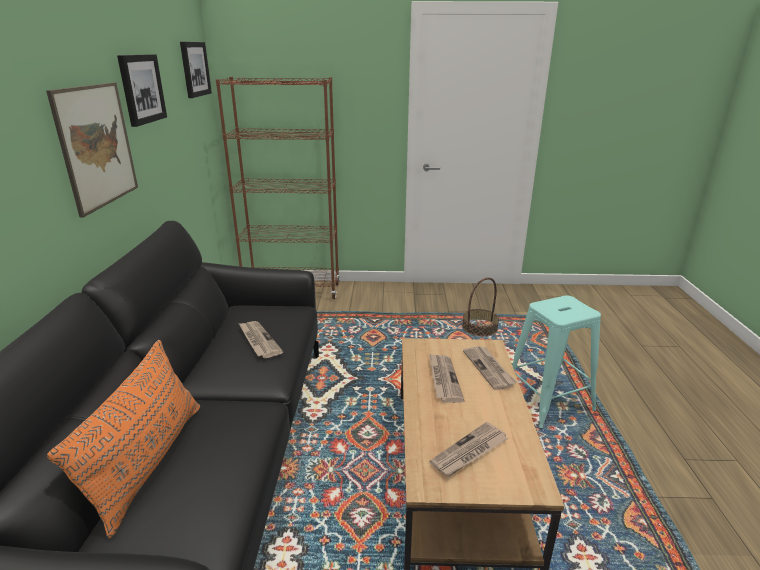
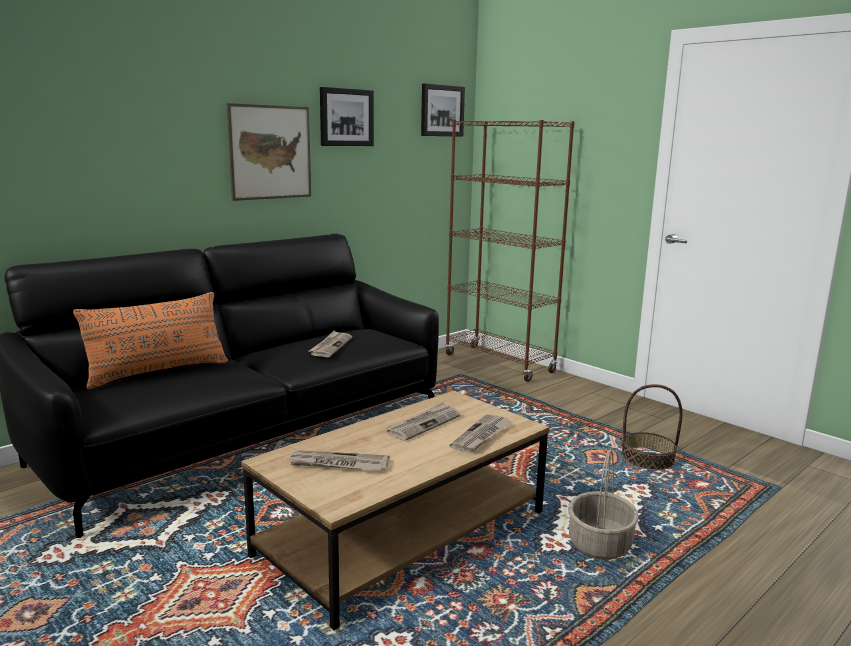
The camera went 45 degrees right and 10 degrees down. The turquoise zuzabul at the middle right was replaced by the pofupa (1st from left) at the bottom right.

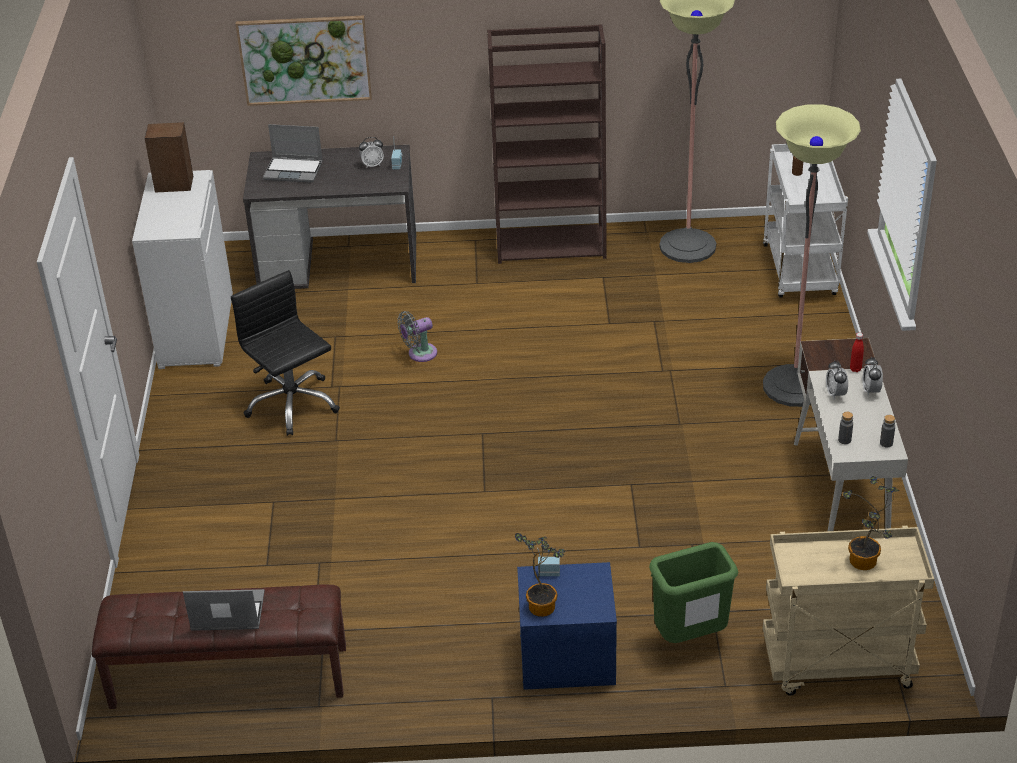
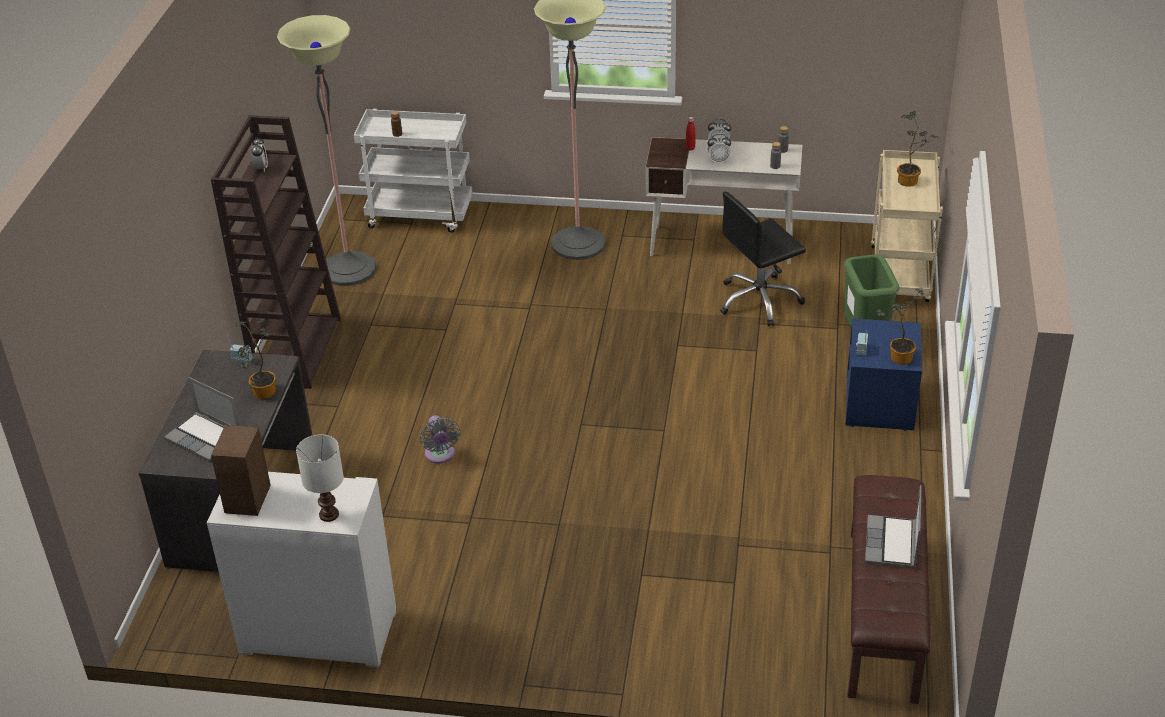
The camera went 80 degrees left and 0 degrees up. The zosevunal (2nd from left in the first image) at the top left turned 105 degrees clockwise. The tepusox (1st from left) at the middle left appeared. The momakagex (1st from left) moved from the top centre to the top left. The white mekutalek at the bottom left appeared. The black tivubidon moved from the middle left to the centre. The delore at the top left disappeared.

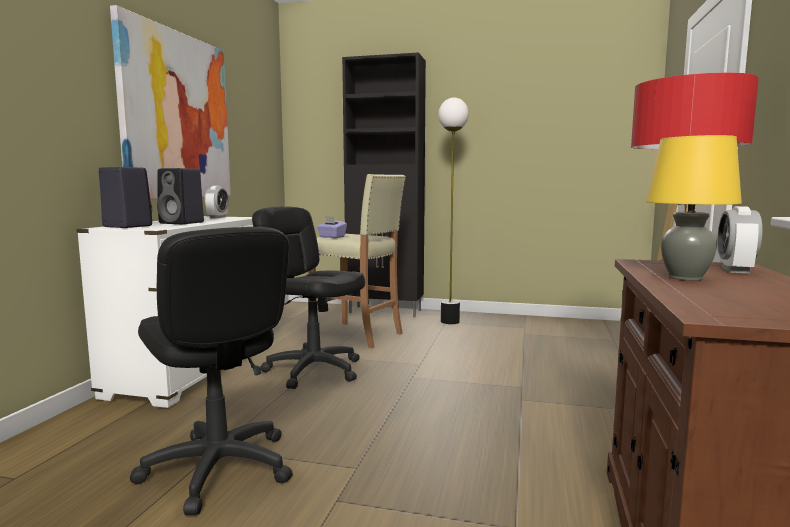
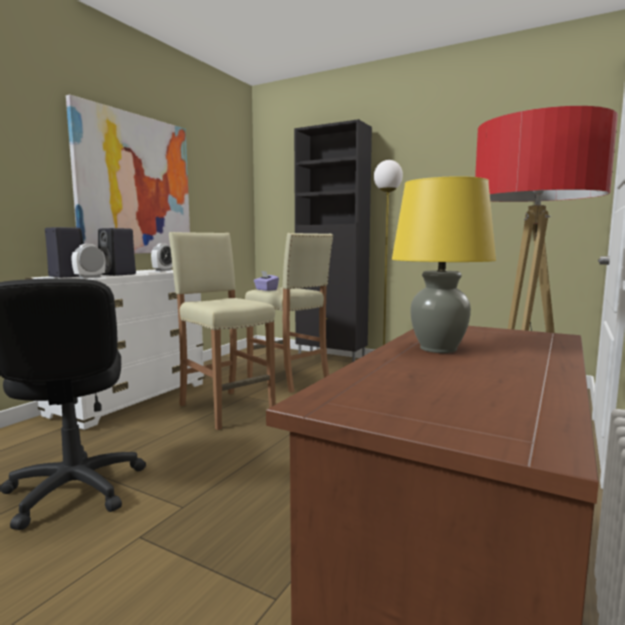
The camera went 15 degrees right and 0 degrees up. The momakagex (2nd from left in the first image) moved from the middle right to the middle left. The black tivubidon (2nd from left) at the centre was replaced by the beige zuzabul (1st from left) at the centre.

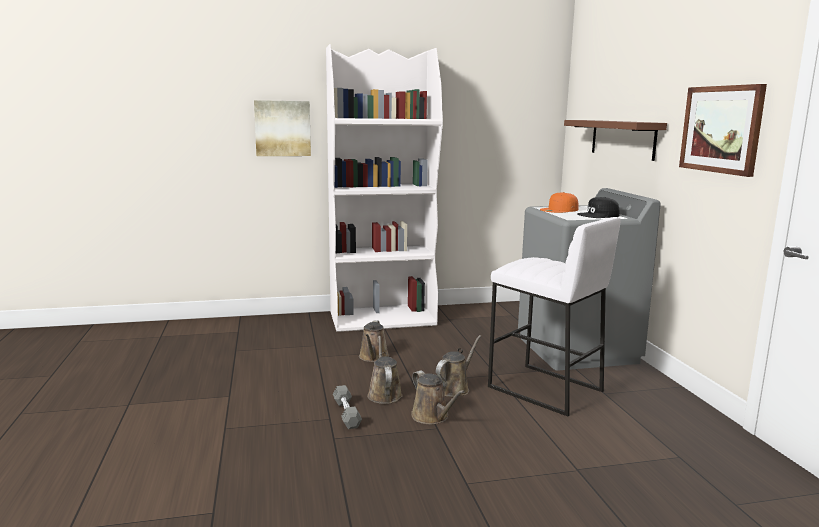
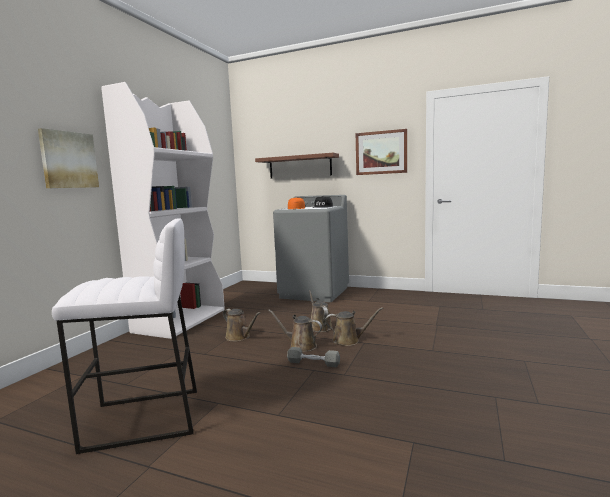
The camera went 55 degrees left and 5 degrees down. The white zuzabul moved from the middle right to the bottom left.

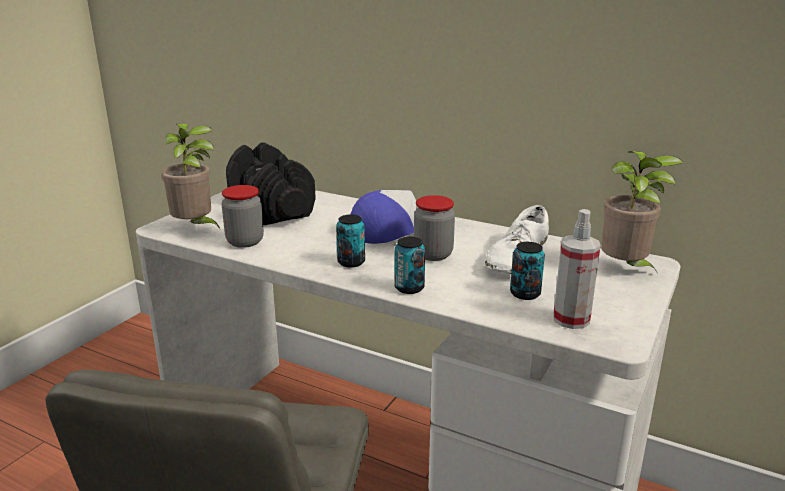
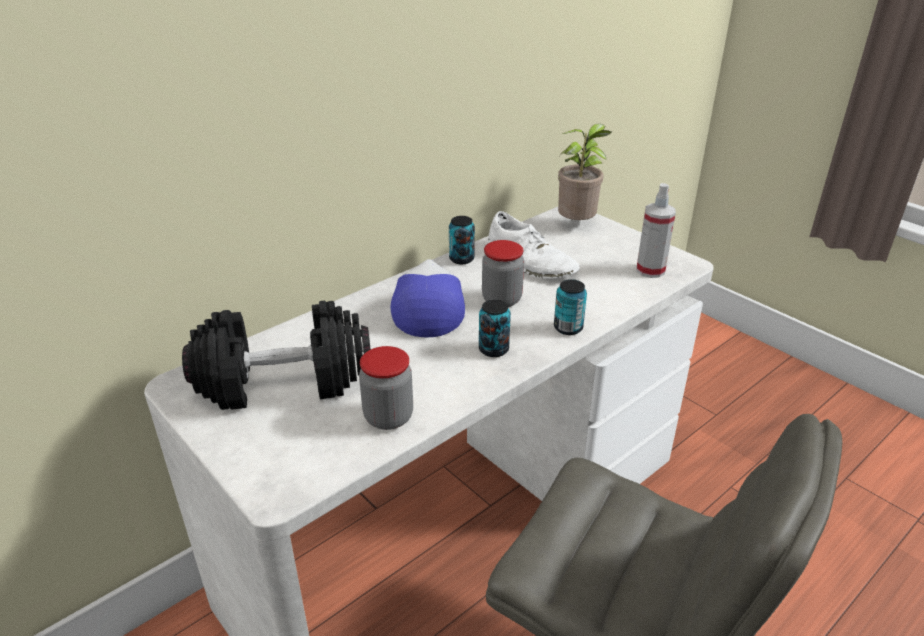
The camera went 70 degrees left and 10 degrees up. The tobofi (3rd from left in the first image) moved from the middle right to the centre. The tepusox (1st from left) at the middle left disappeared.

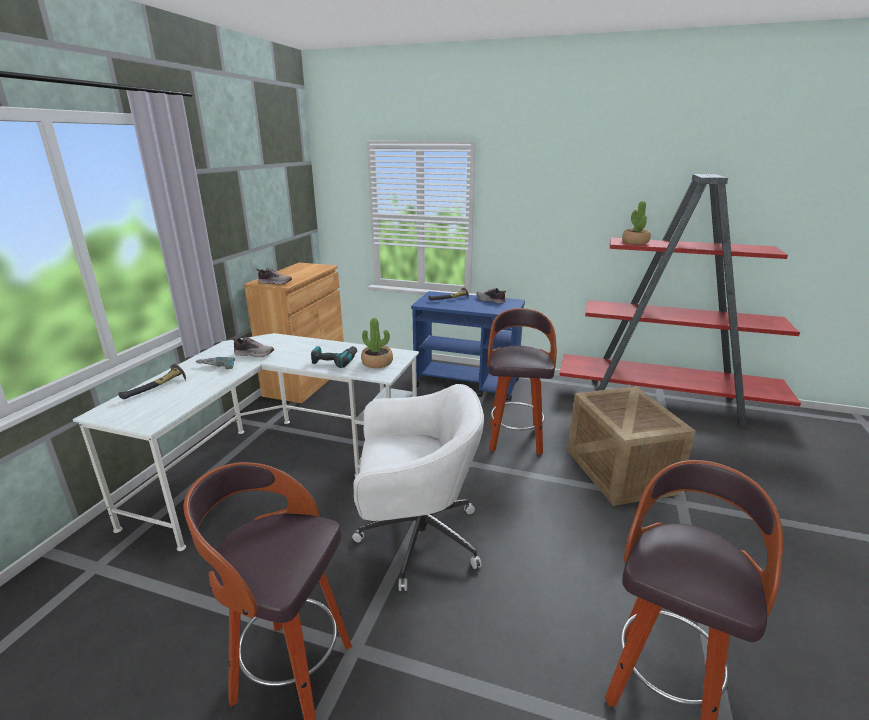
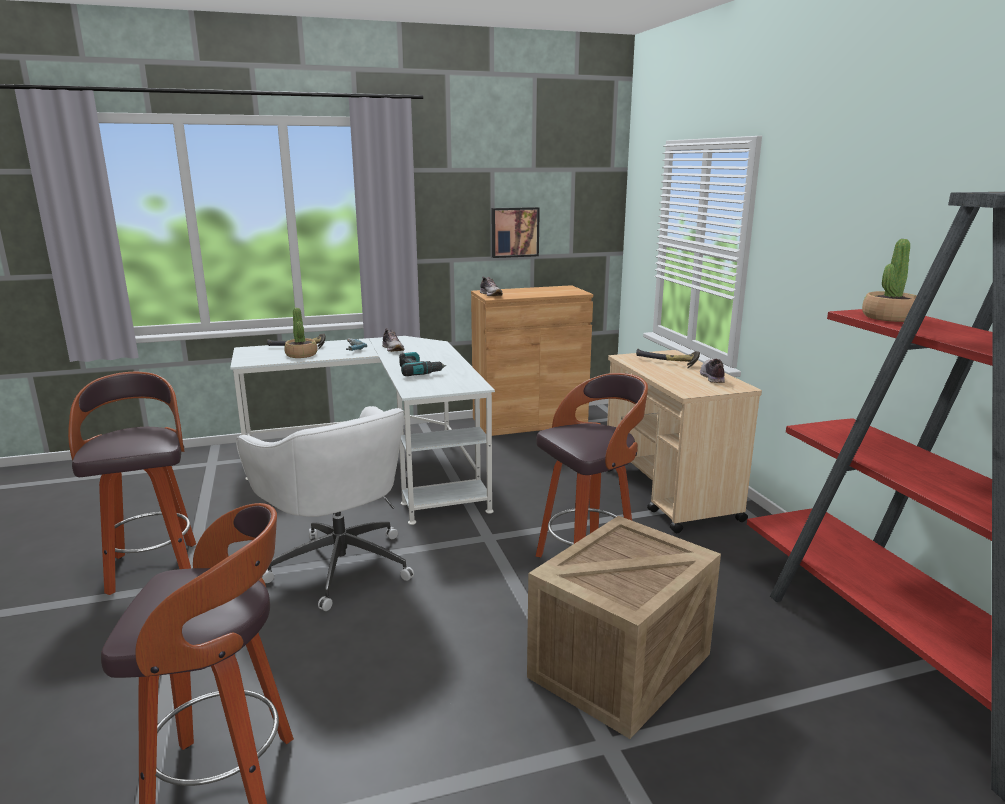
The camera went 55 degrees right and 5 degrees down. The tepusox (1st from left) moved from the centre to the middle left. The delore at the top centre appeared. The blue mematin at the centre became the beige mematin at the middle right.

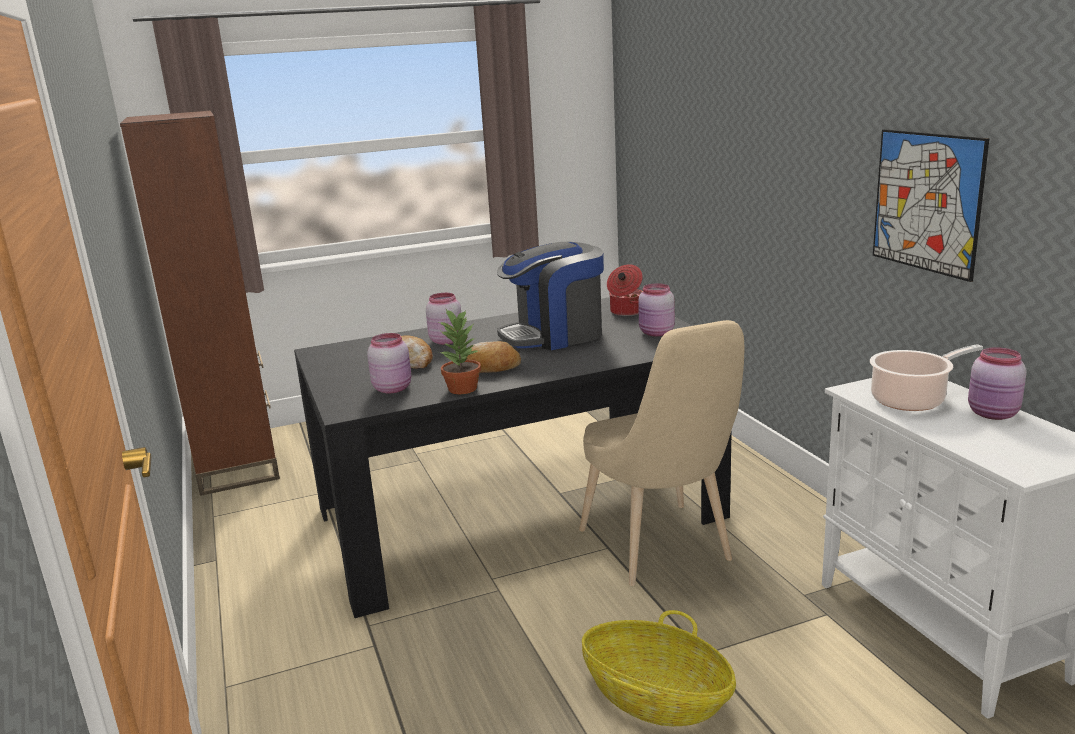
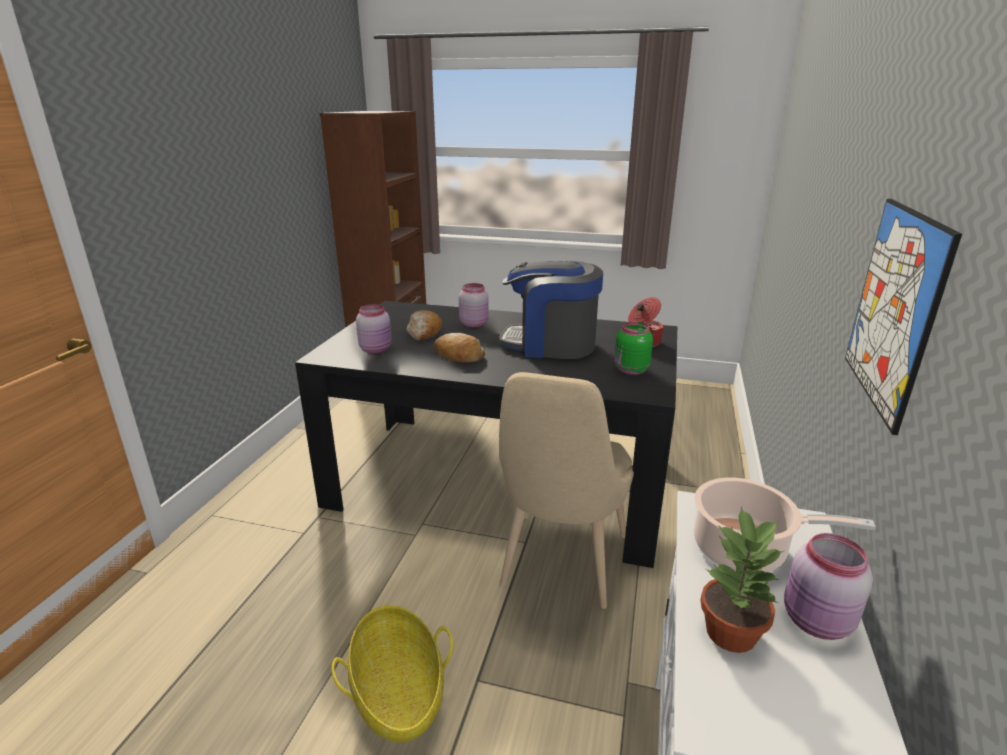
The camera went 35 degrees right and 5 degrees up. The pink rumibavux (3rd from left) at the centre became the green rumibavux at the centre. The tepusox moved from the centre to the bottom right.

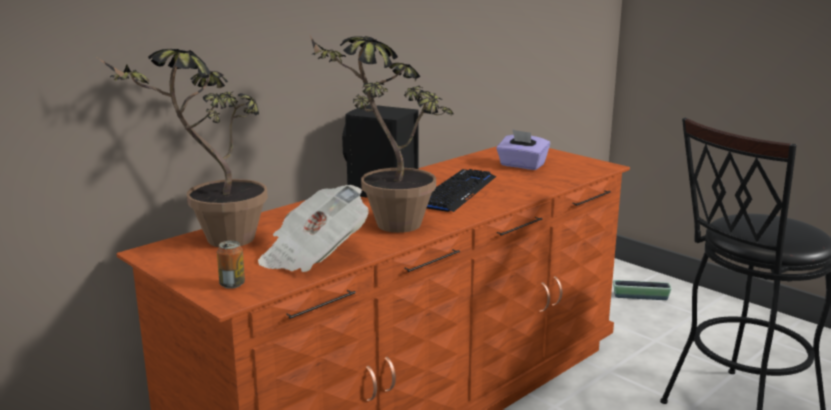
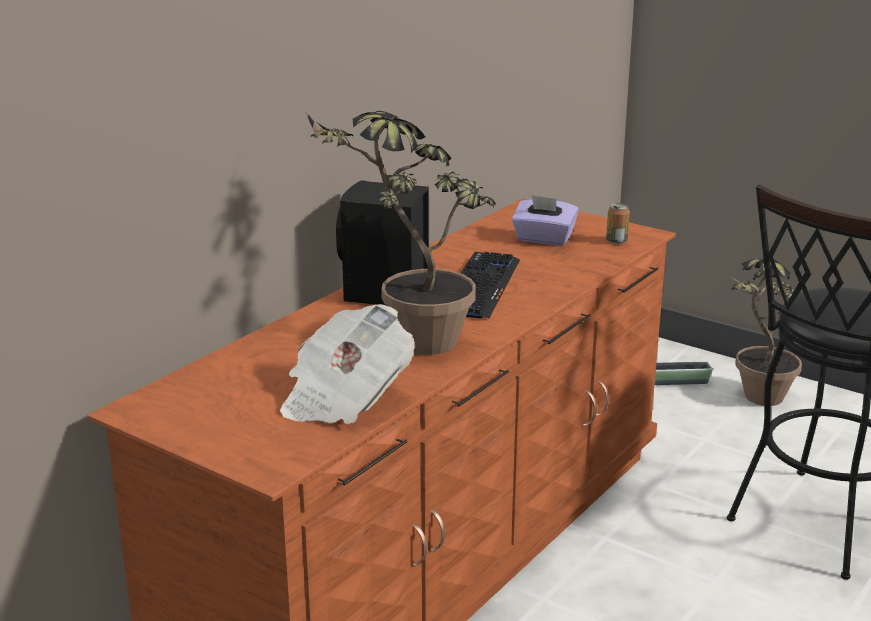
The camera went 10 degrees left and 5 degrees up. The tobofi moved from the middle left to the middle right. The tepusox (1st from left in the first image) moved from the middle left to the middle right.

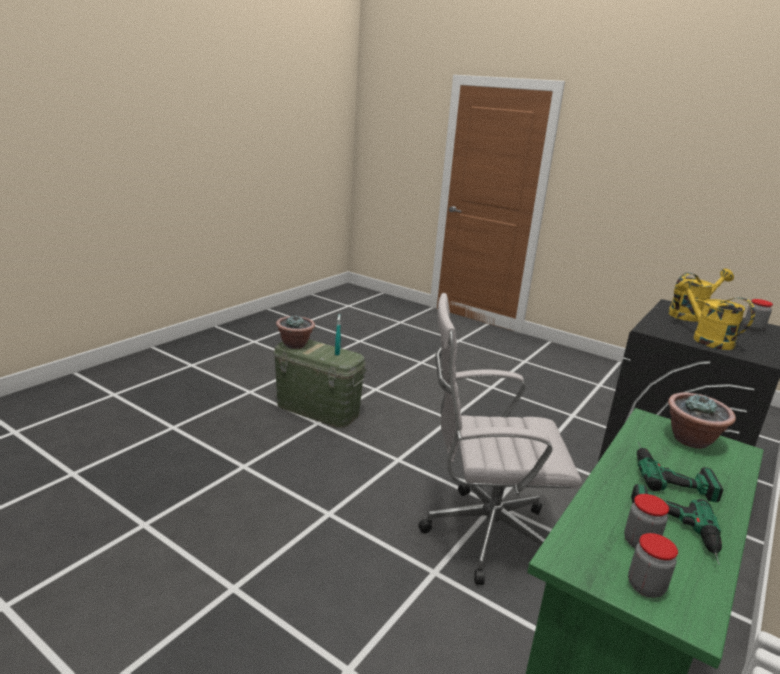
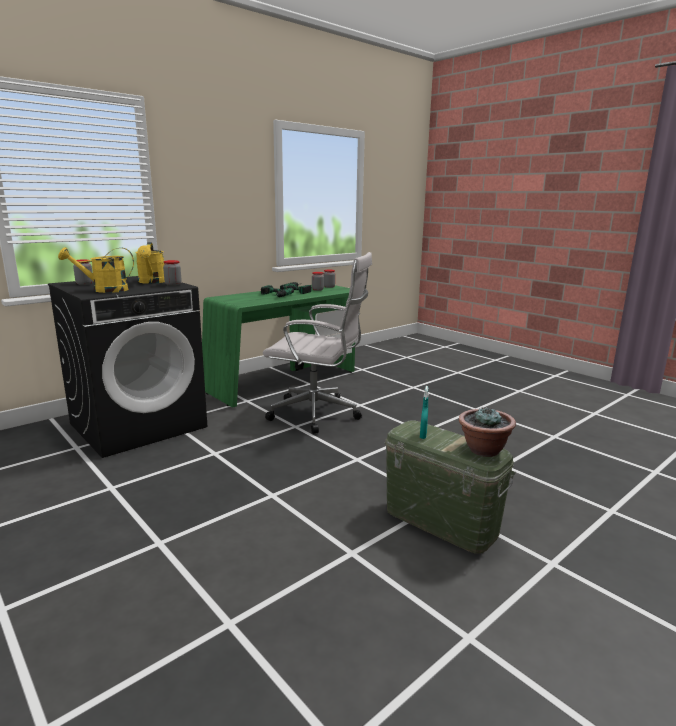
The camera went 165 degrees left and 5 degrees down. The rumibavux (2nd from left) at the middle left appeared. The tepusox (2nd from left) at the middle right disappeared.

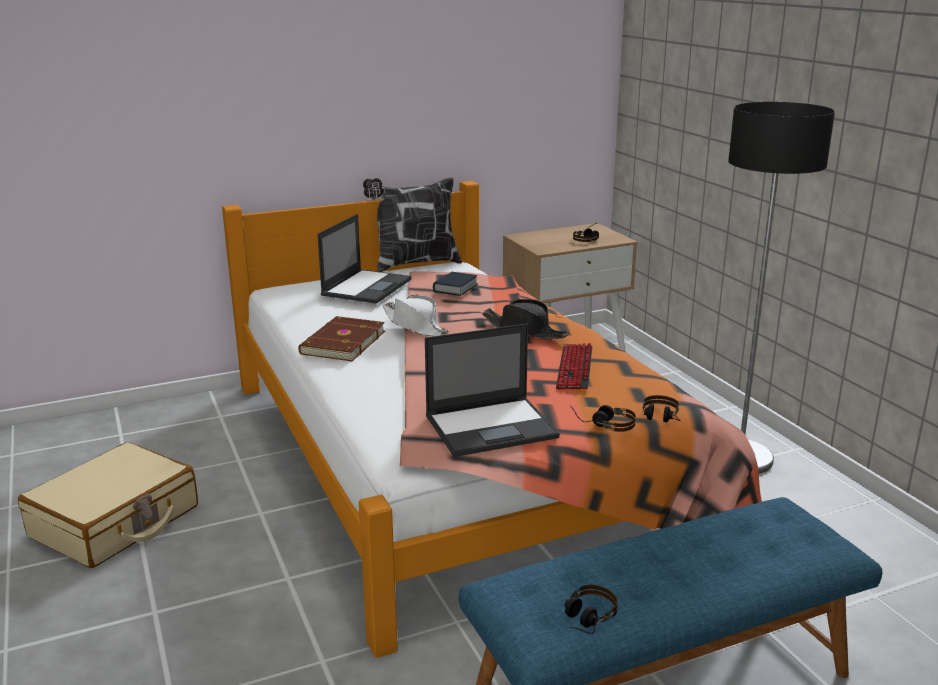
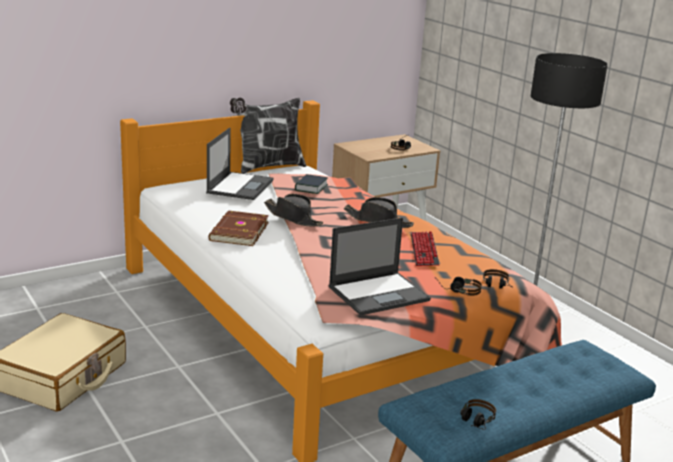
The camera went 10 degrees left and 0 degrees up. The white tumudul at the centre became the black tumudul (1st from left) at the centre.

